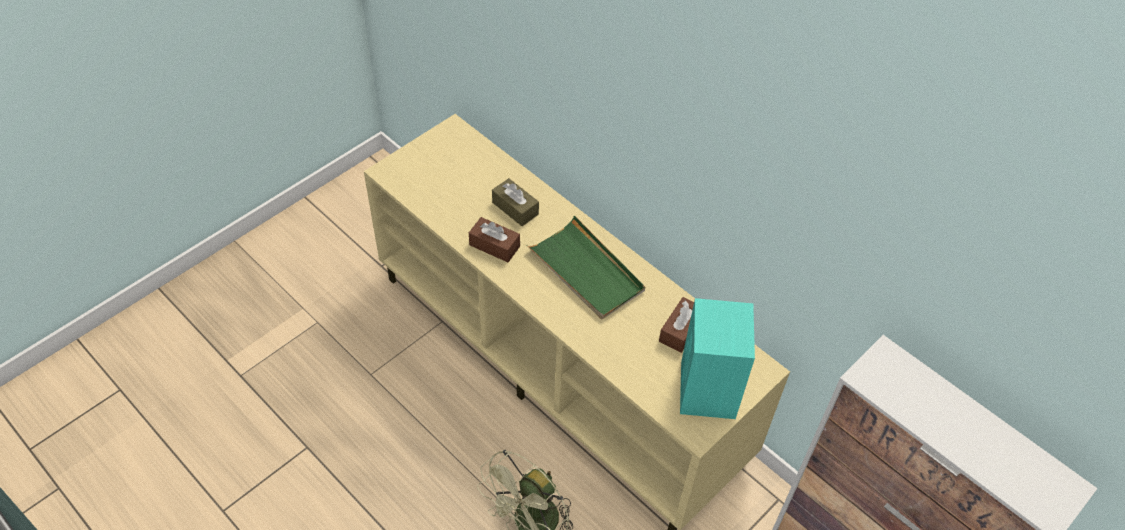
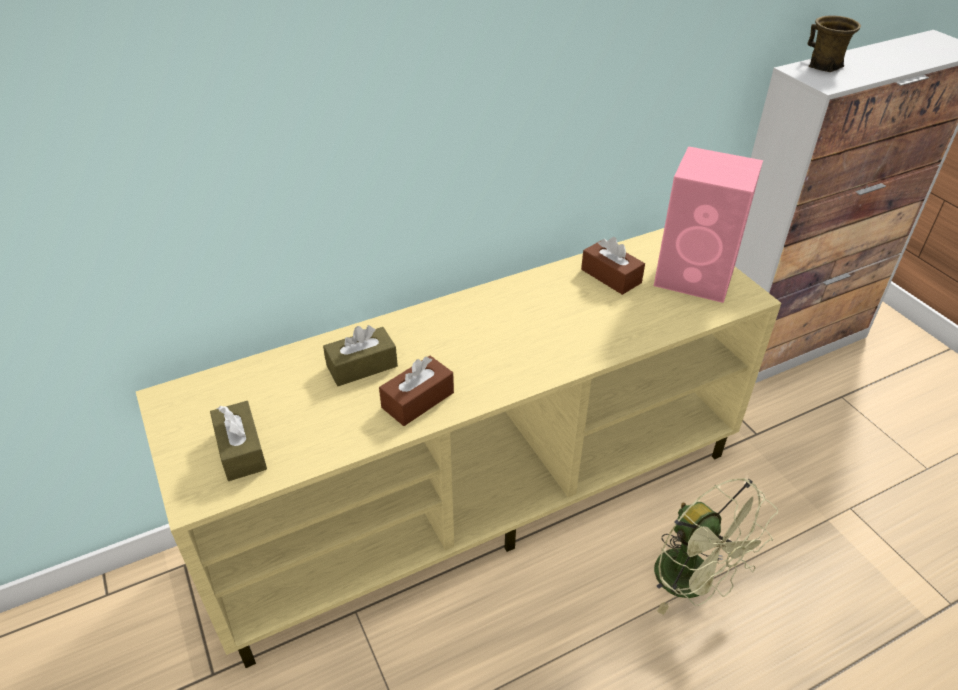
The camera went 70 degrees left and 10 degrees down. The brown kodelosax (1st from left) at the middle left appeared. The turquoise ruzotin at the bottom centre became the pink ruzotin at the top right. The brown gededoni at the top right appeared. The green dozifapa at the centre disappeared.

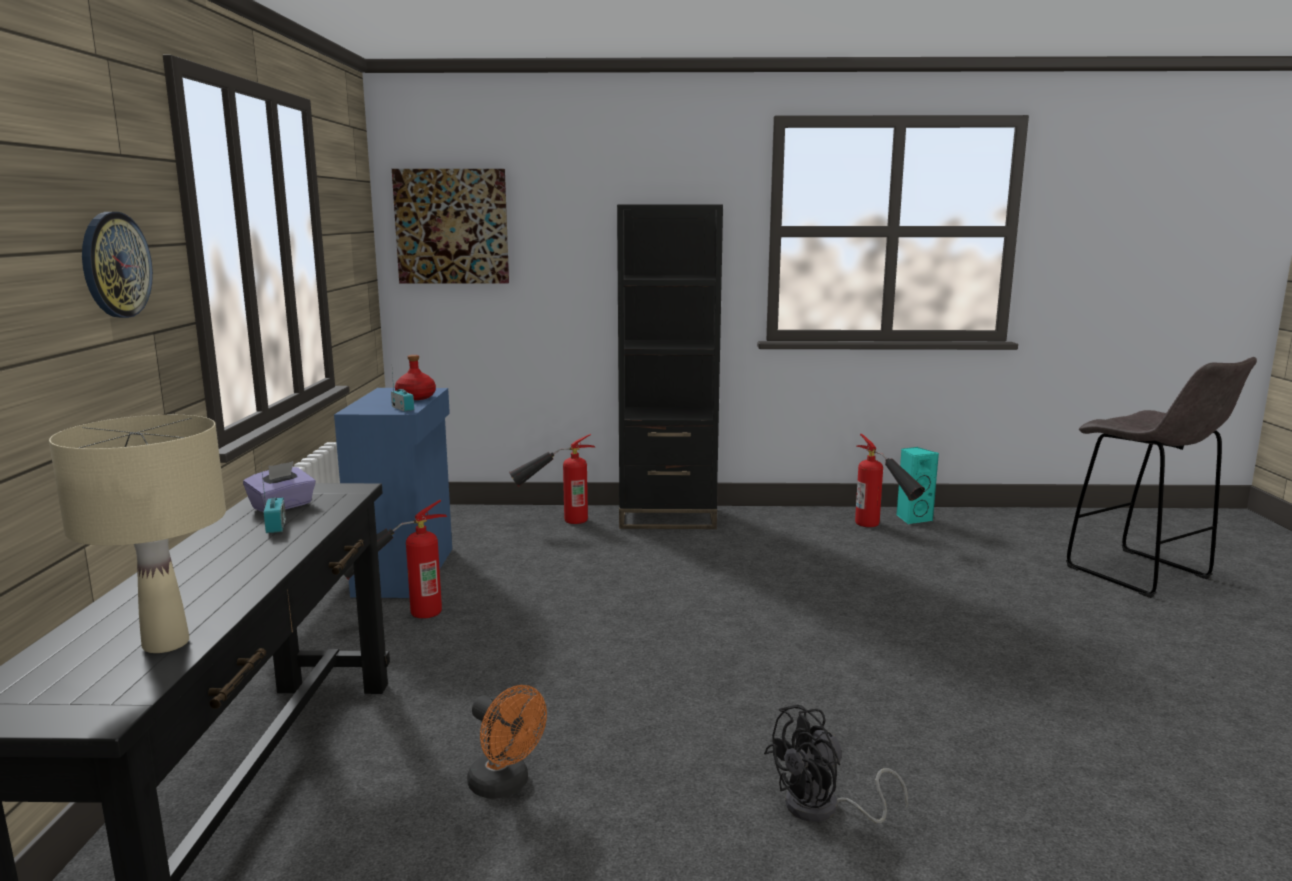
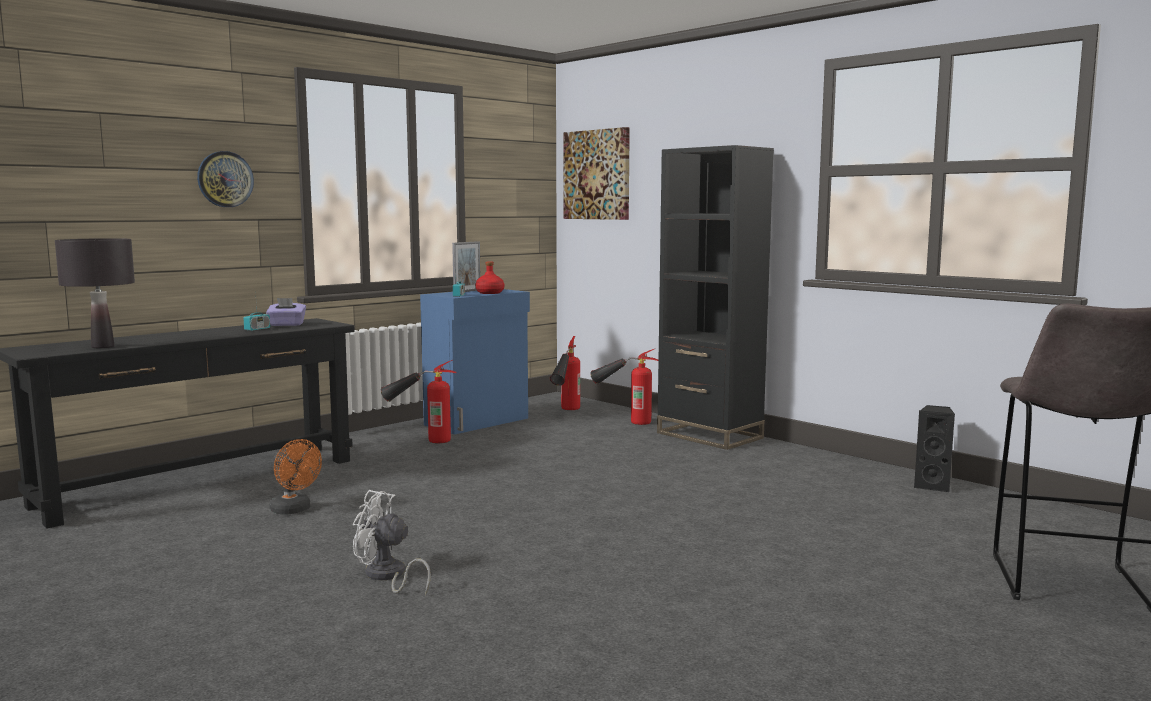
The camera went 45 degrees right and 5 degrees down. The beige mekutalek at the middle left became the black mekutalek at the middle left. The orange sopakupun at the bottom centre turned 45 degrees counterclockwise. The black sopakupun at the bottom centre became the white sopakupun at the bottom centre. The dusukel at the centre appeared. The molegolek (3rd from left in the first image) moved from the middle right to the centre. The turquoise ruzotin at the middle right became the black ruzotin at the middle right.

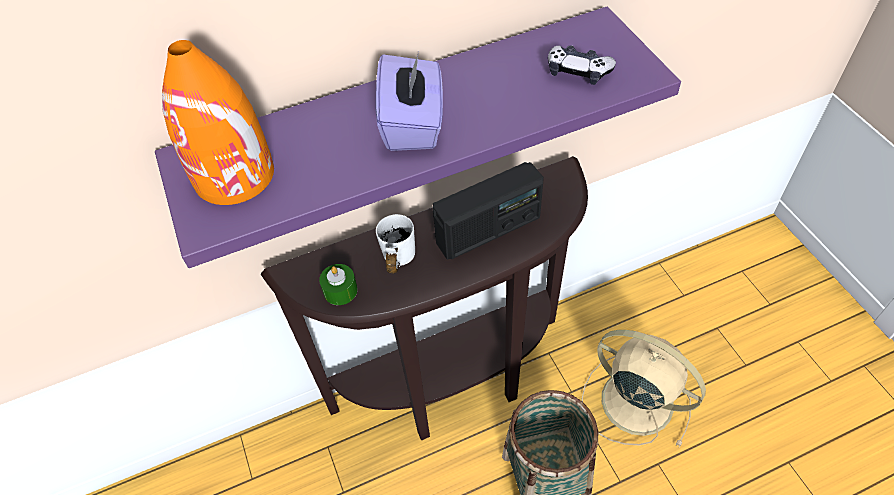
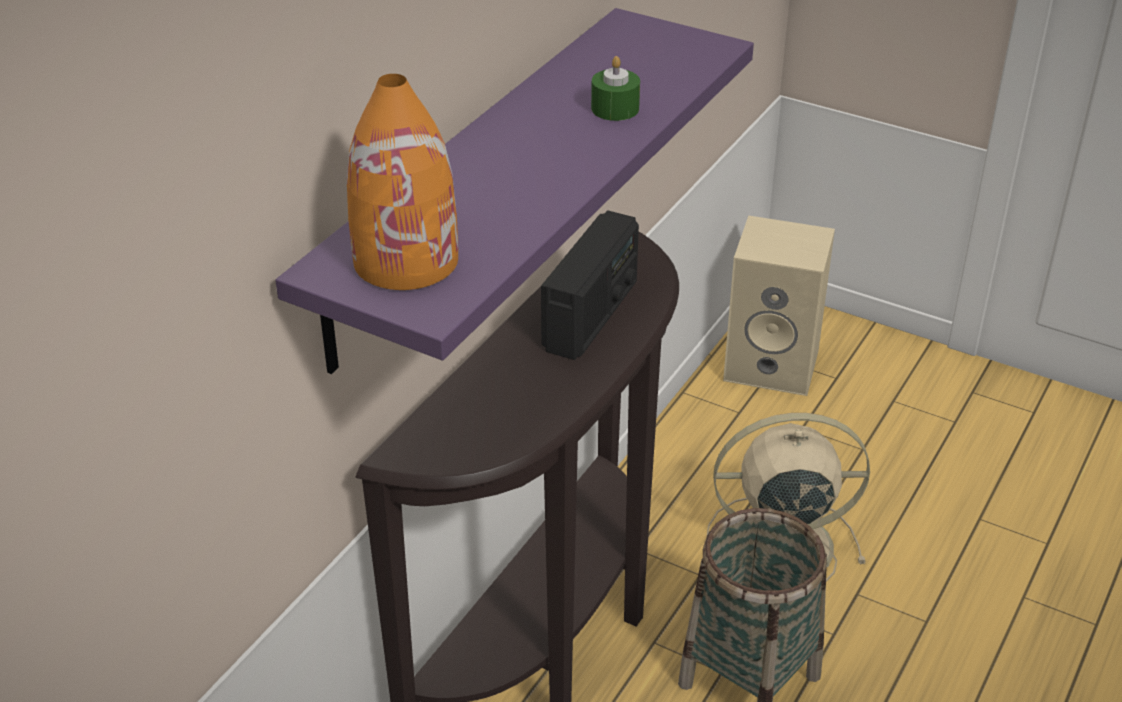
The camera went 40 degrees left and 15 degrees down. The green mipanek moved from the centre to the top centre. The beige ruzotin at the middle right appeared. The purple kodelosax at the top centre disappeared. The white gededoni at the centre disappeared. The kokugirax at the top centre disappeared.

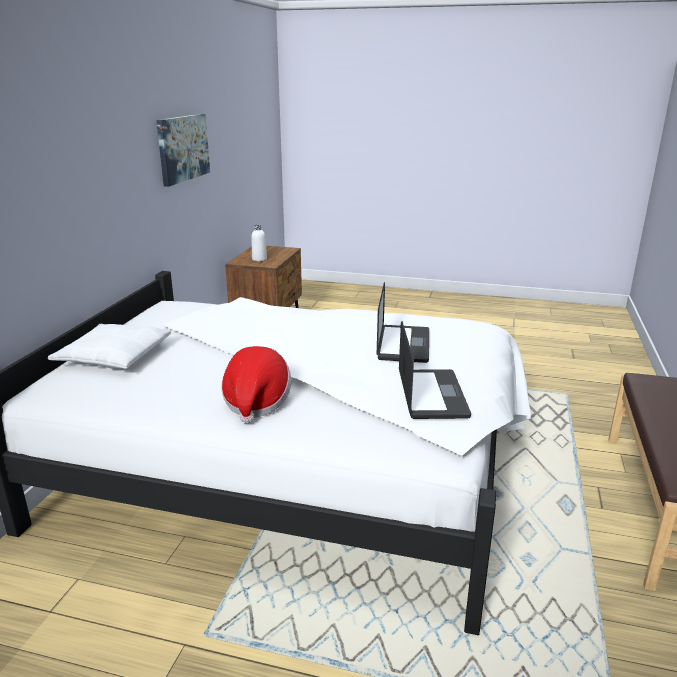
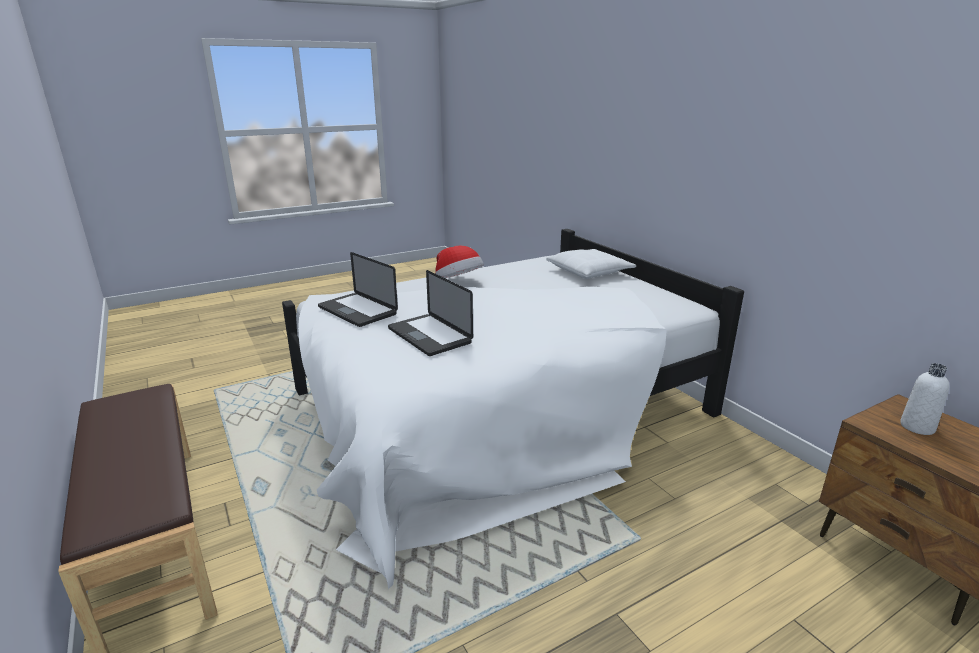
The camera went 135 degrees right and 0 degrees up. The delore at the top left disappeared.

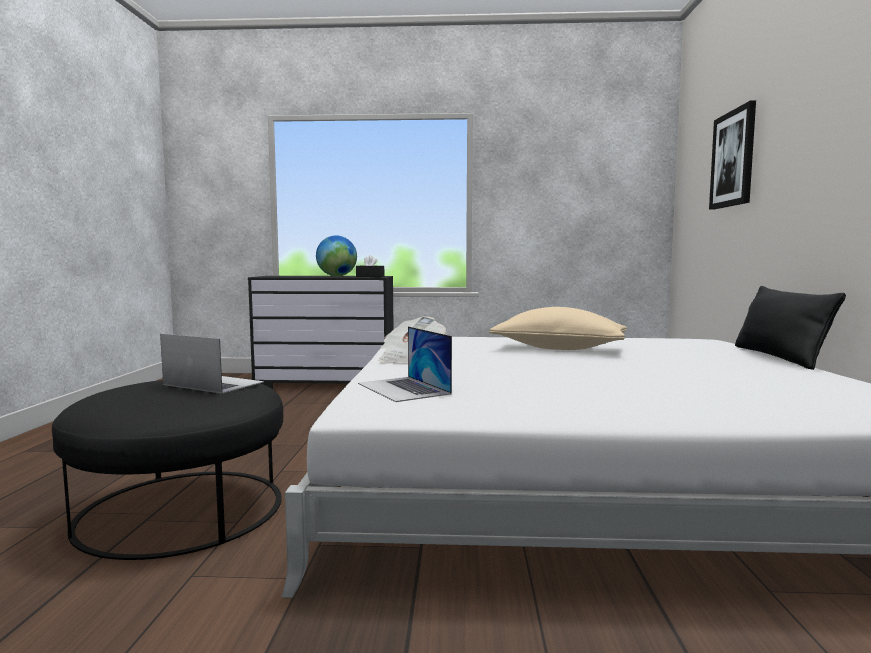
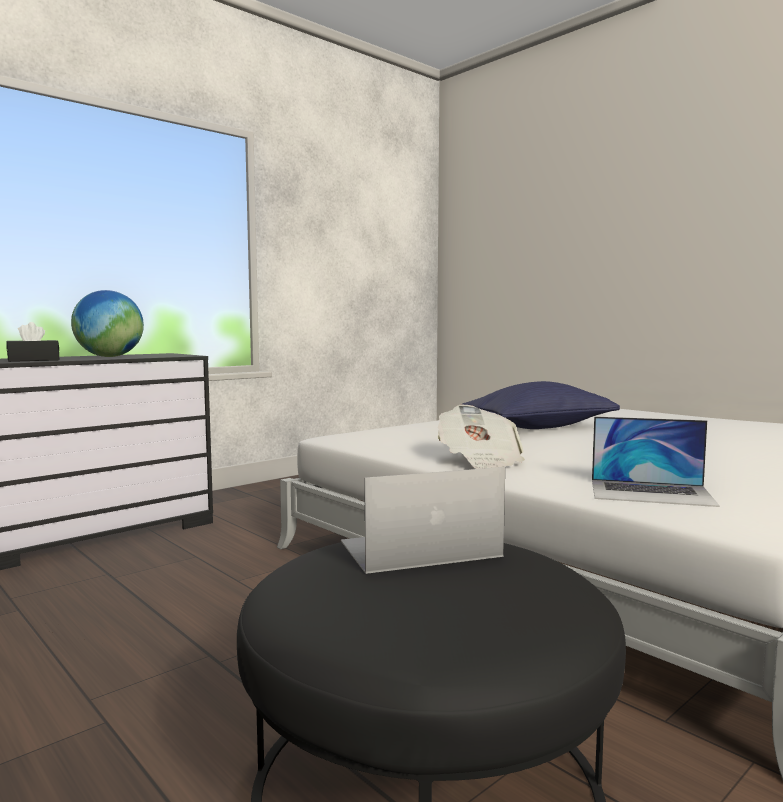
The camera went 45 degrees left and 0 degrees up. The black kodelosax moved from the centre to the middle left. The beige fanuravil at the centre became the blue fanuravil at the middle right. The delore at the top right disappeared. The black fanuravil at the middle right disappeared.

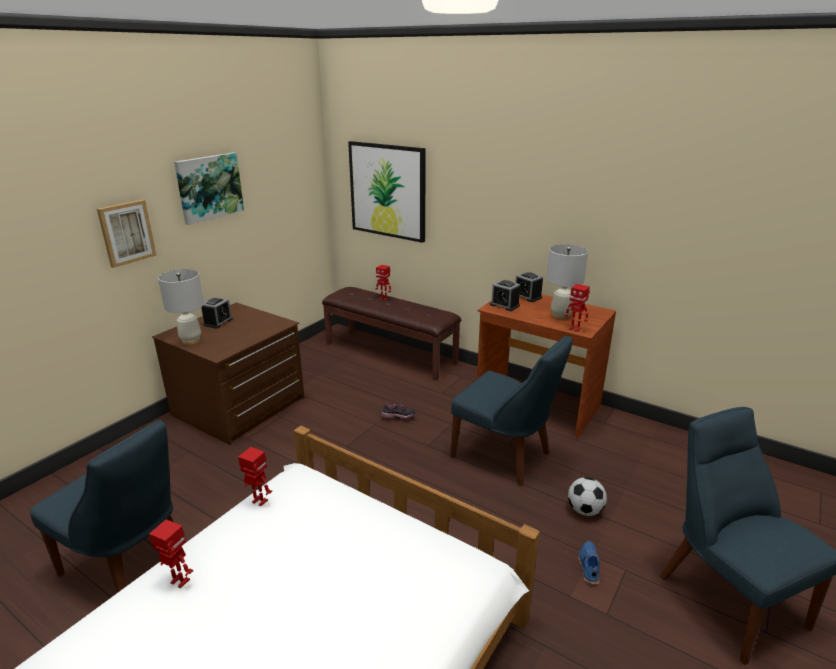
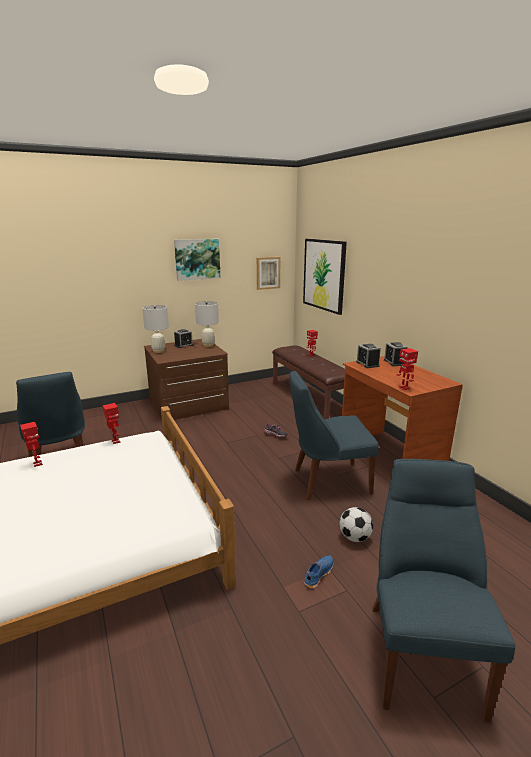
The camera went 30 degrees right and 5 degrees down. The white mekutalek (2nd from left) moved from the middle right to the centre. The delore (1st from left in the first image) moved from the middle left to the centre. The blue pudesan (2nd from left) at the centre turned 105 degrees clockwise.

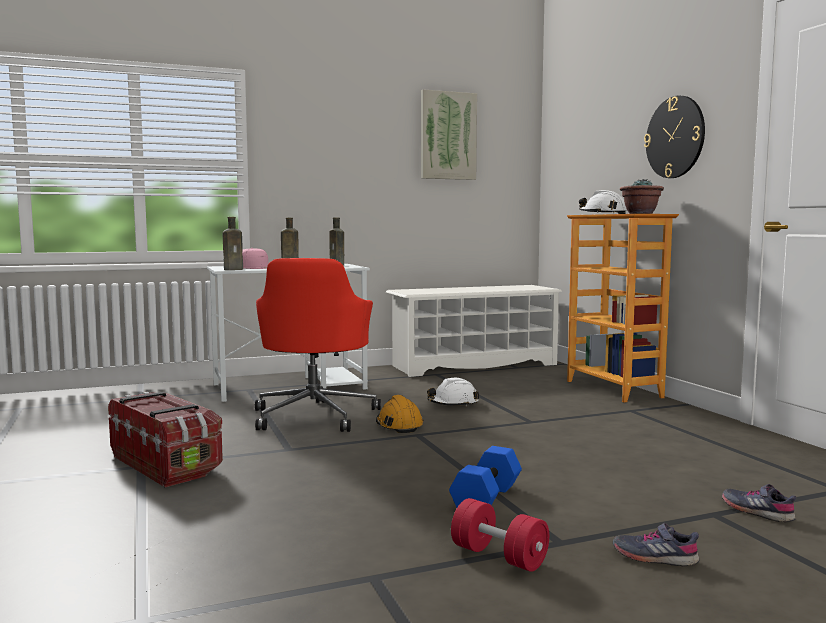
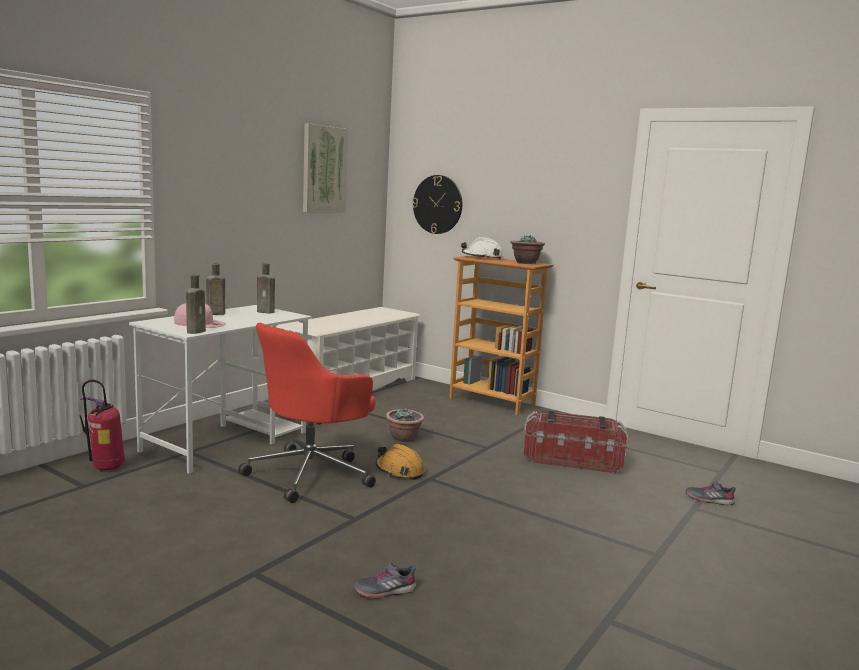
The camera went 35 degrees left and 5 degrees up. The molegolek at the middle left appeared. The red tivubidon at the centre turned 75 degrees clockwise. The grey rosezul (1st from left) moved from the bottom right to the bottom centre. The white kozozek (1st from left) at the centre was replaced by the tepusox (1st from left) at the centre. The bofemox moved from the top right to the top centre. The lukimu moved from the bottom left to the middle right. The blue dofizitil at the bottom centre disappeared. The red dofizitil at the bottom centre disappeared.

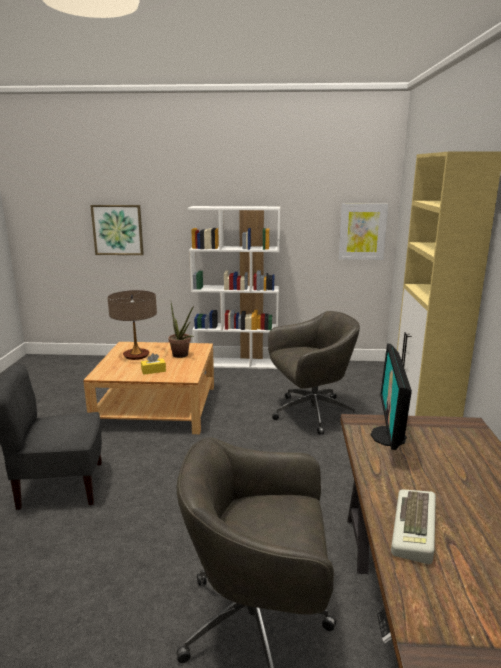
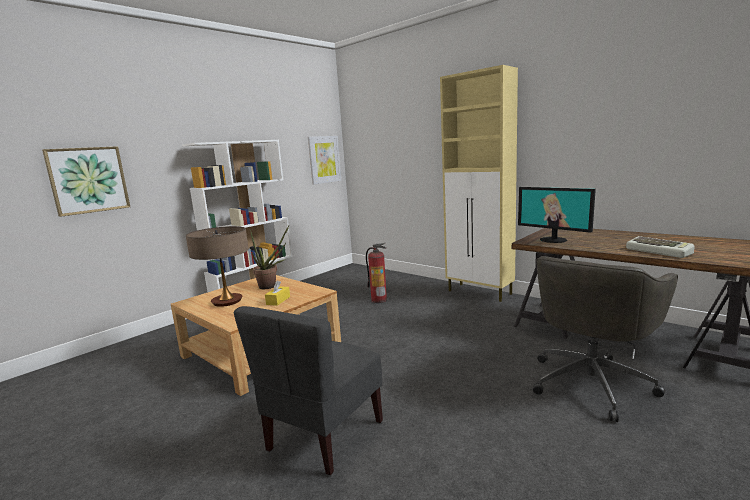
The camera went 50 degrees left and 5 degrees down. The grey tivubidon (2nd from left) at the centre was replaced by the molegolek at the centre.

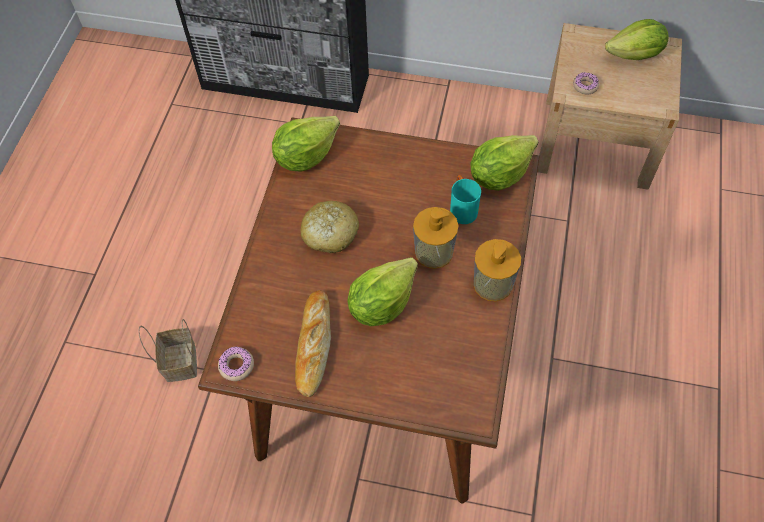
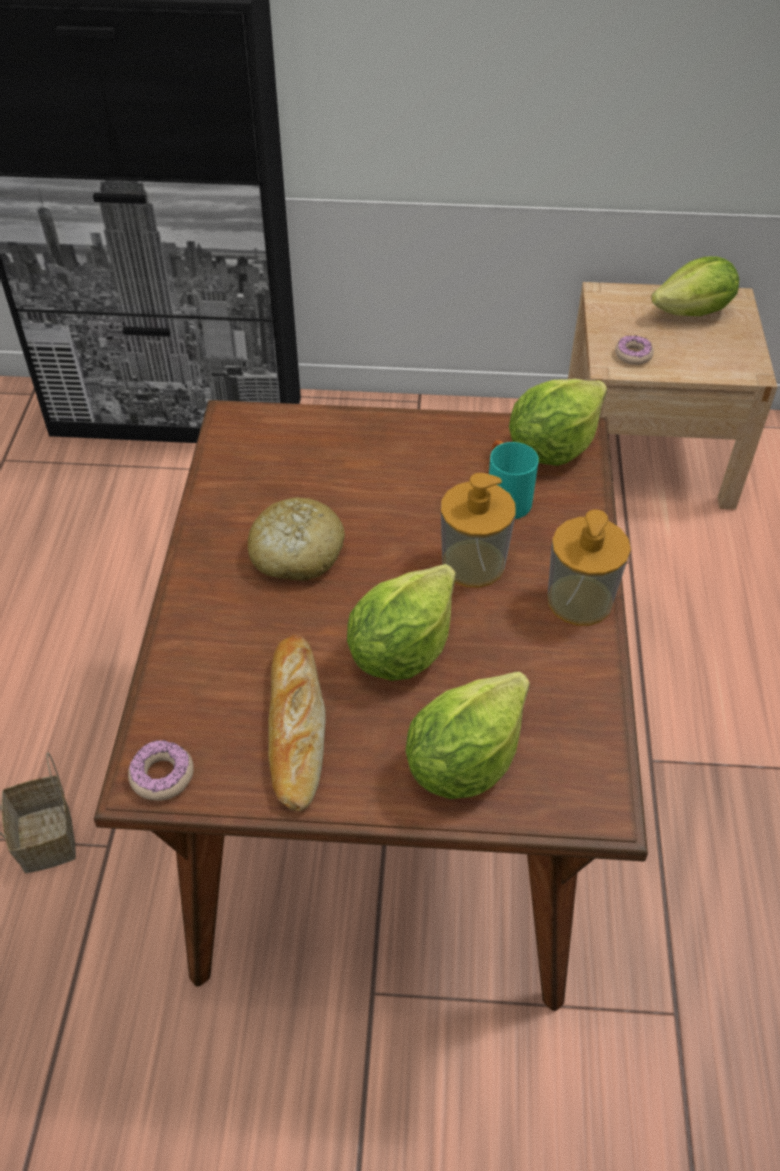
The camera went 10 degrees left and 10 degrees down. The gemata (1st from left in the first image) moved from the top centre to the centre.

